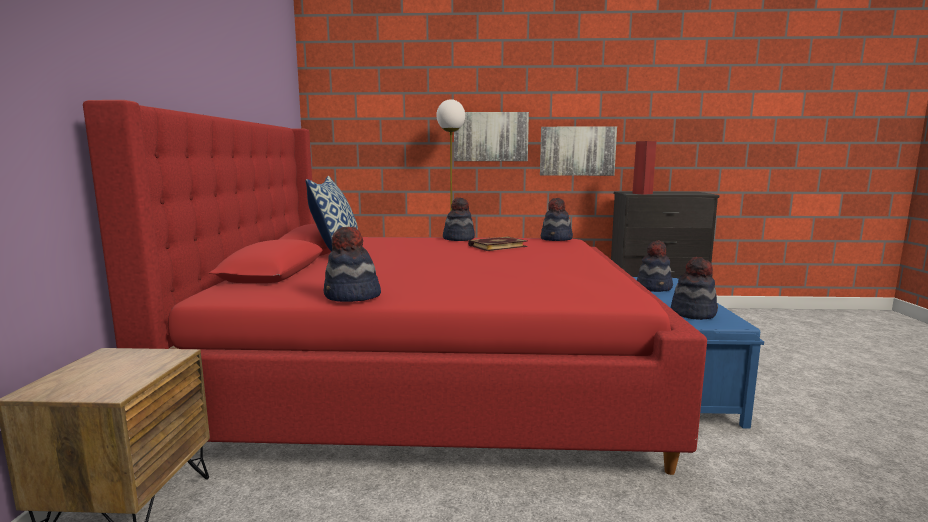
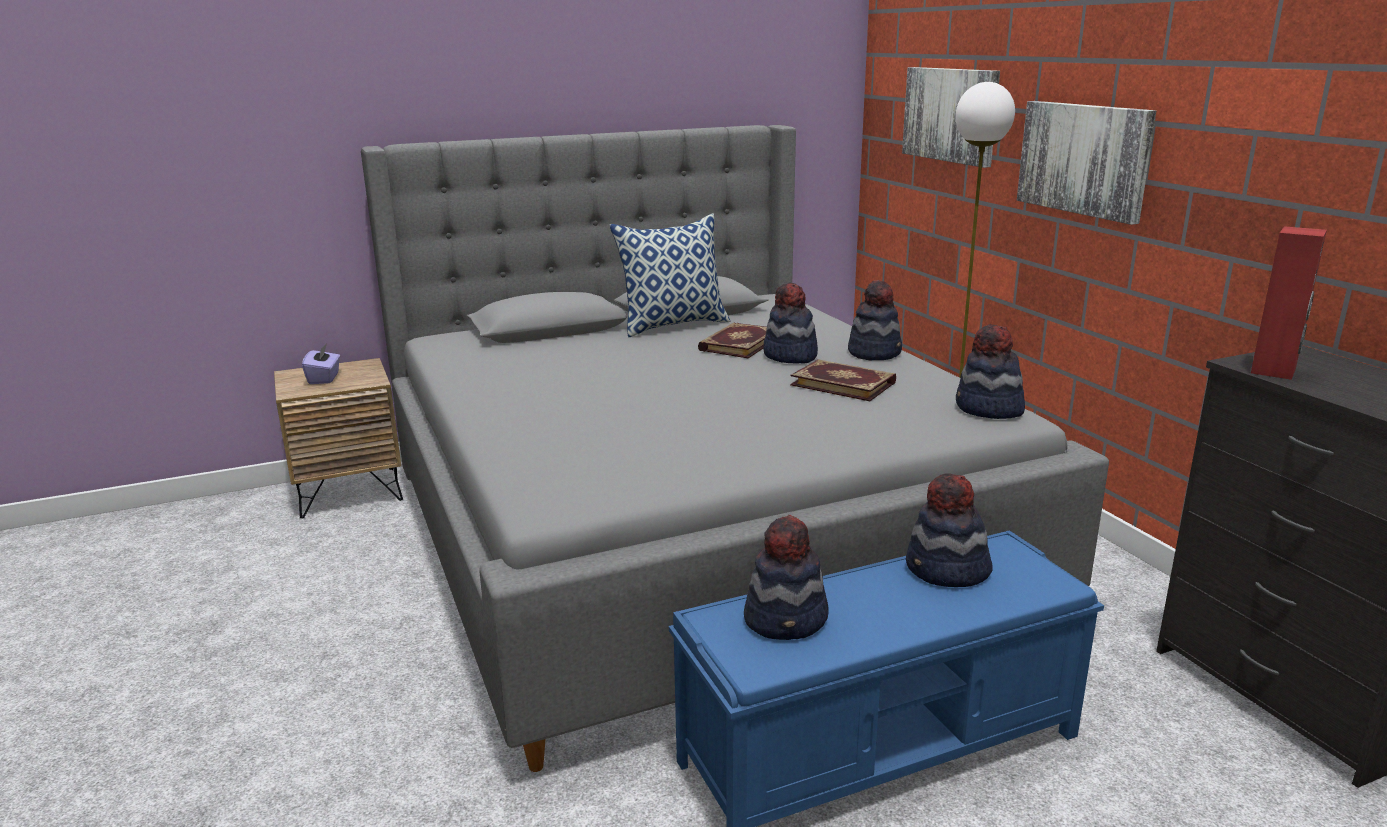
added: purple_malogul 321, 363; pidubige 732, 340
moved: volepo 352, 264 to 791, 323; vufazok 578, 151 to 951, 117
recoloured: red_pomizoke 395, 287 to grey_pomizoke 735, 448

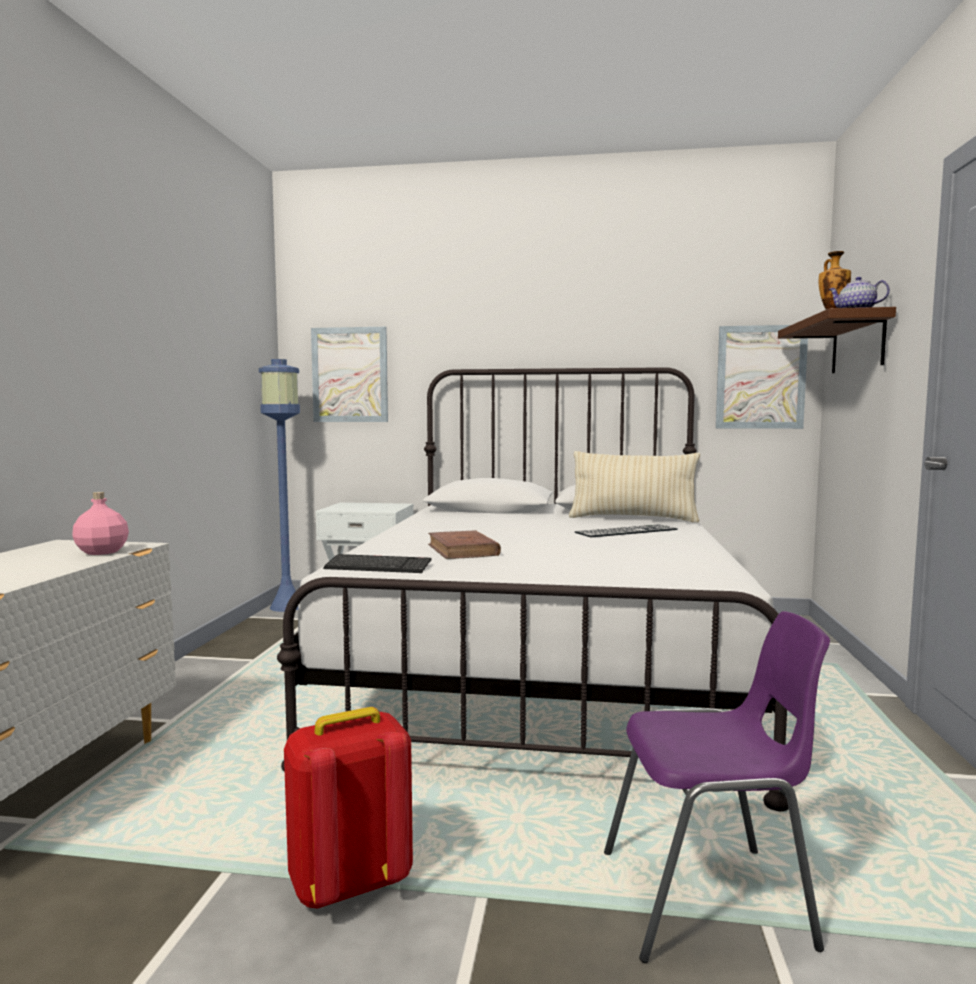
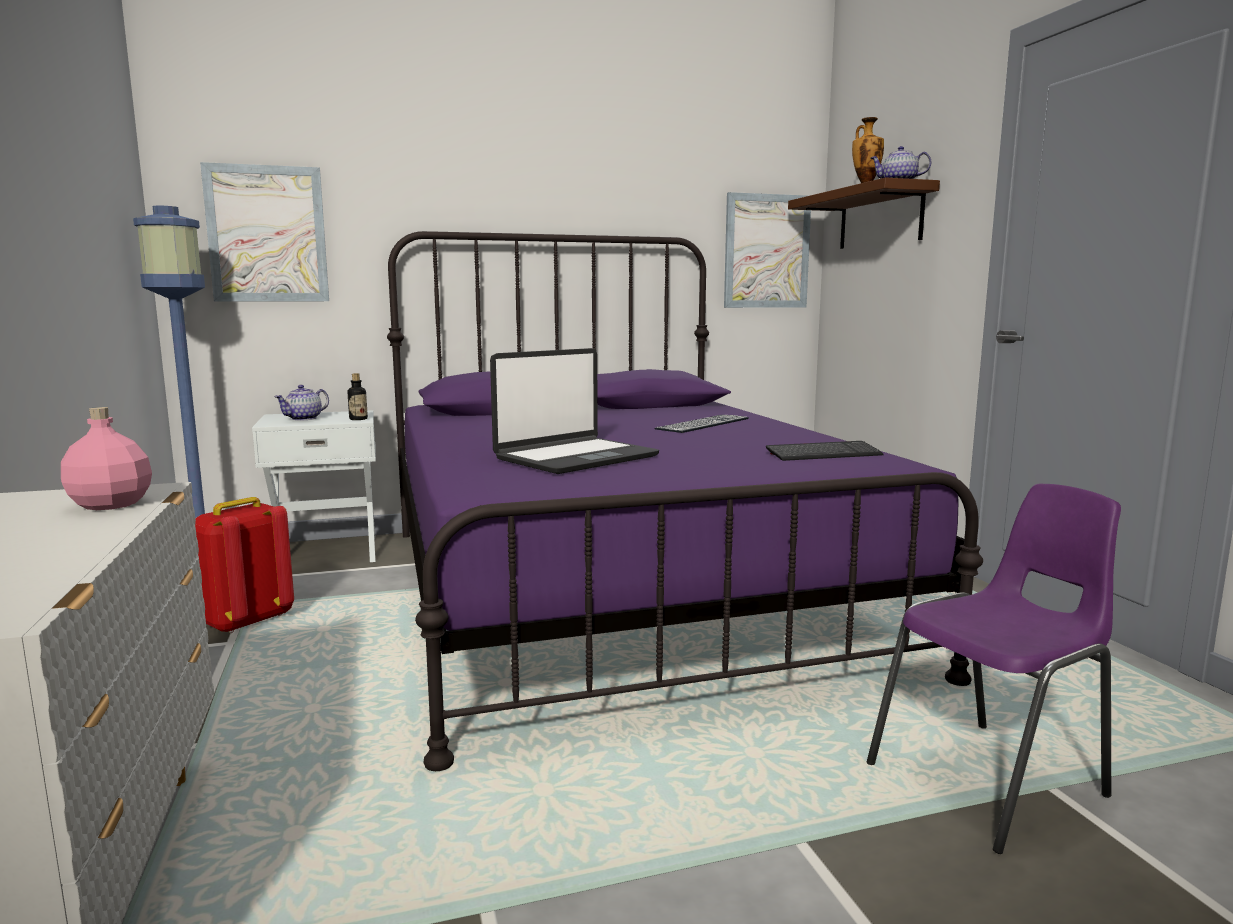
removed: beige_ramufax 634, 487
added: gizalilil 301, 402; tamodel 358, 396
moved: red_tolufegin 348, 808 to 244, 565; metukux 377, 563 to 825, 451
replaced: brown_pidubige 464, 544 to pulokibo 574, 411
recoloured: white_pomizoke 533, 589 to purple_pomizoke 685, 501

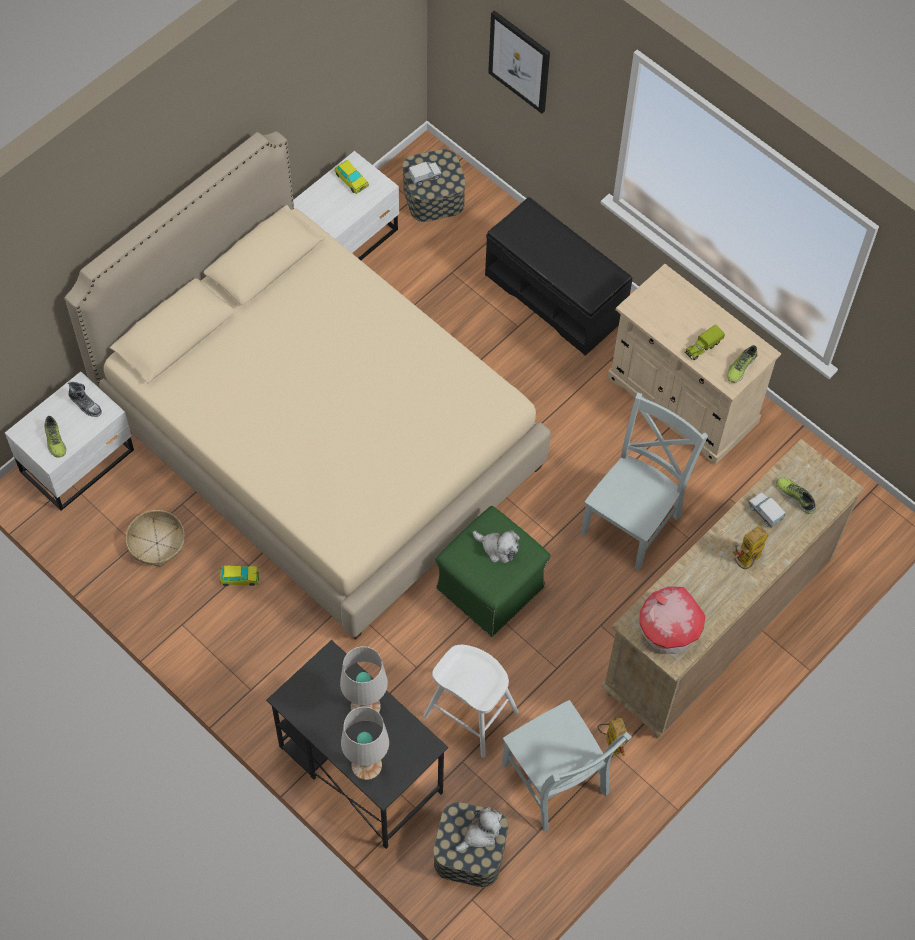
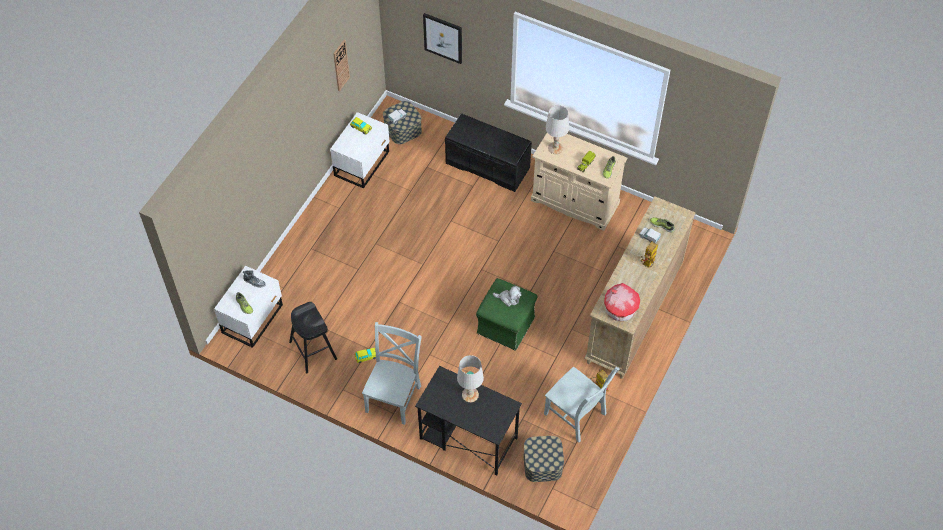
removed: beige_pomizoke 308, 385; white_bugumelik 471, 701; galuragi 478, 829
added: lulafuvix 341, 65
moved: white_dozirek 365, 743 to 557, 129; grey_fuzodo 644, 481 to 392, 373
replaced: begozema 155, 538 to black_bugumelik 313, 337

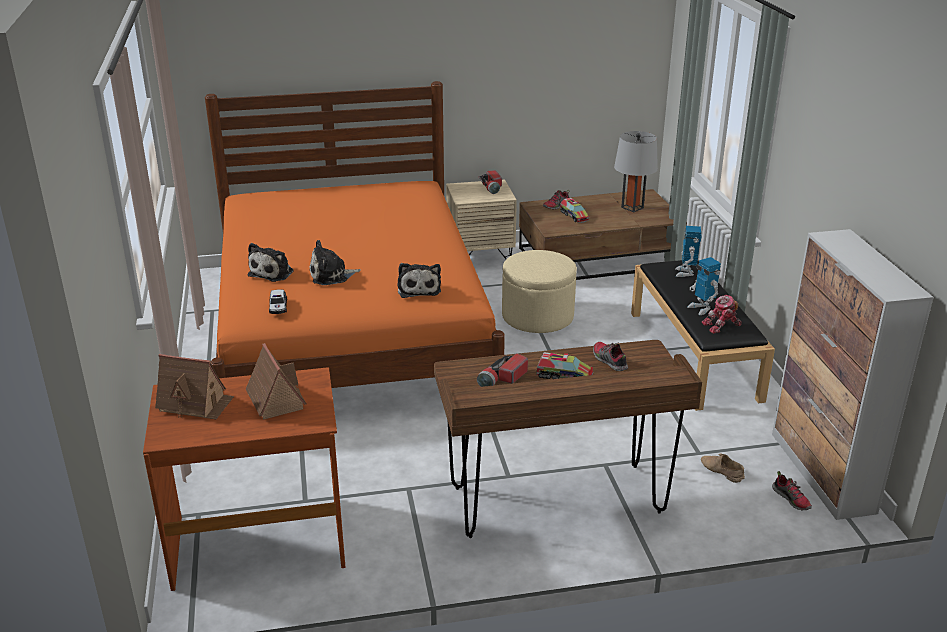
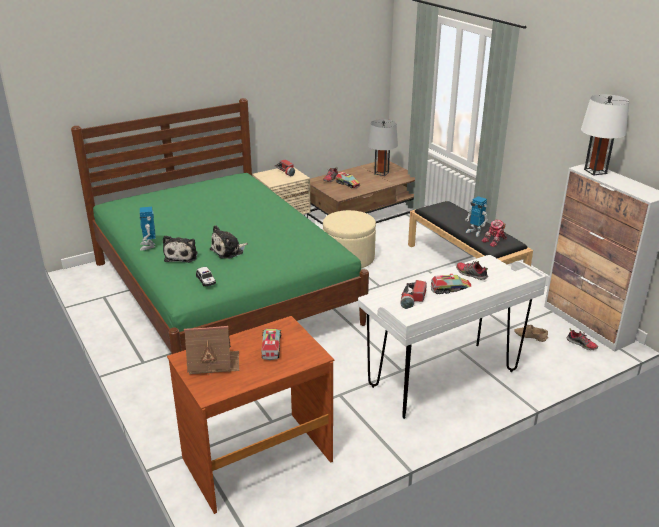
removed: galuragi 419, 280
added: white_dozirek 605, 135
moved: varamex 688, 251 to 148, 229
replaced: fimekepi 276, 381 to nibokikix 271, 344
recoloured: orange_pomizoke 355, 234 to green_pomizoke 220, 226; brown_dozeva 568, 439 to white_dozeva 452, 337

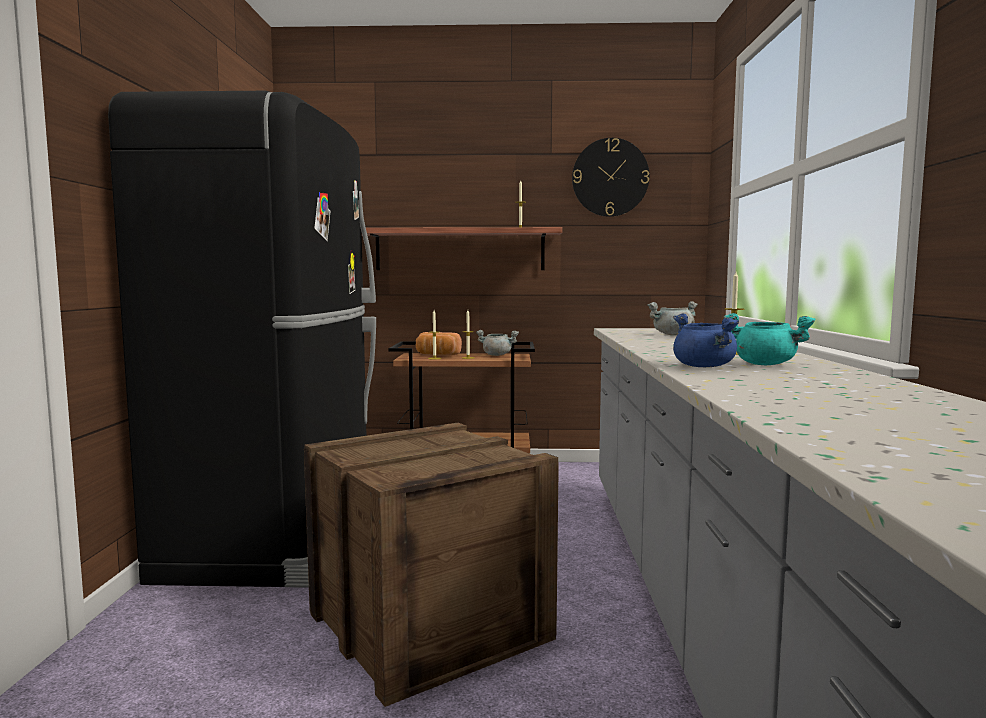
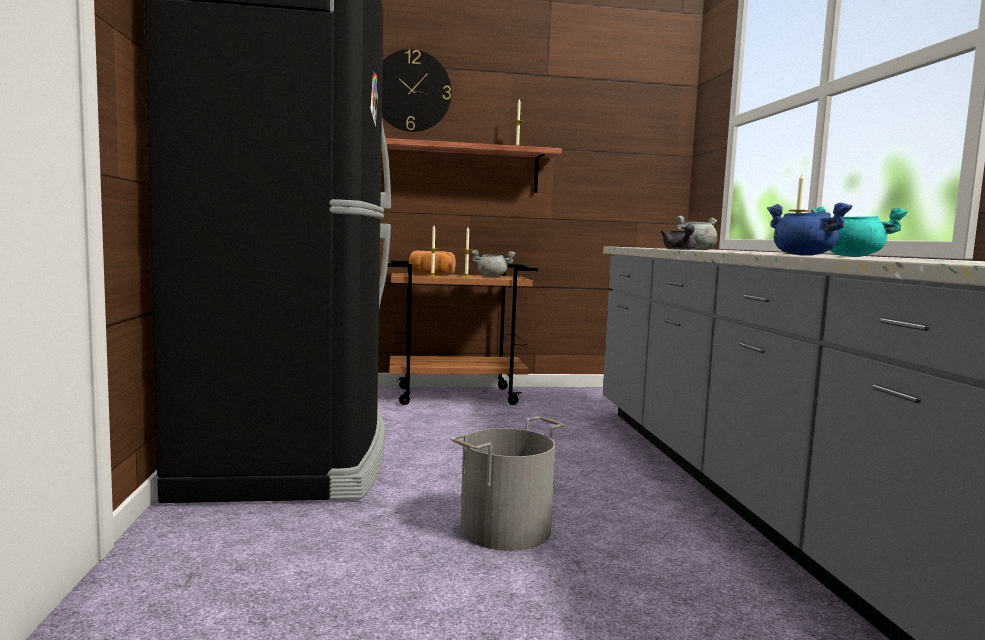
added: grey_gizalilil 678, 237
moved: lulafuvix 610, 177 to 417, 90
replaced: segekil 431, 565 to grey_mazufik 507, 483

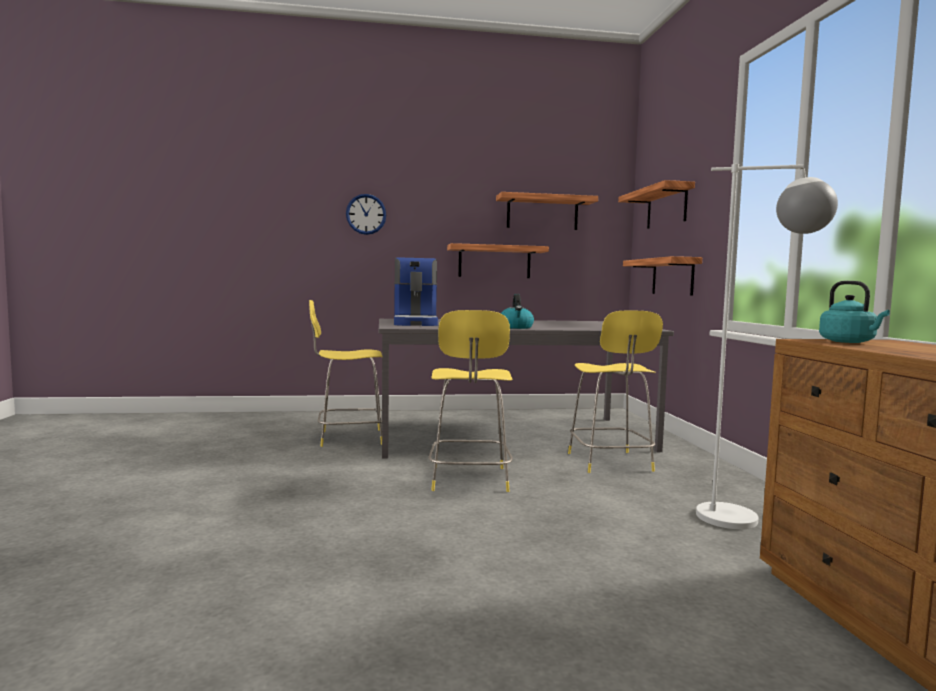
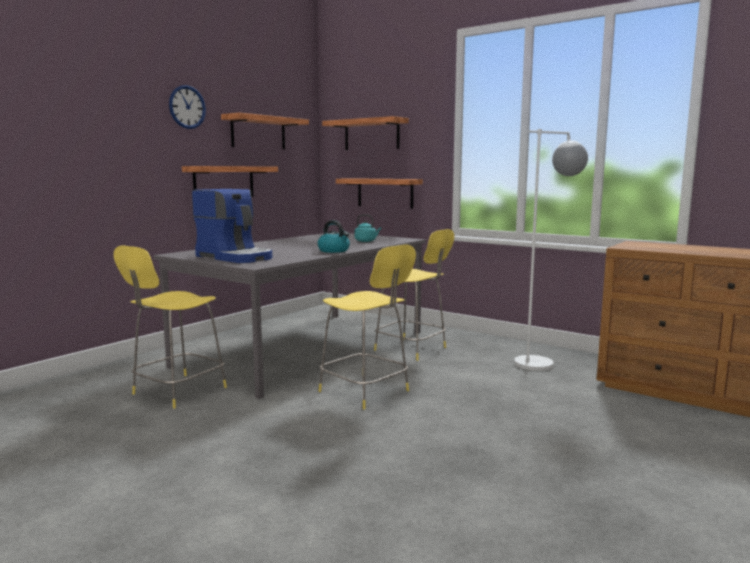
moved: lulafuvix 366, 214 to 187, 107; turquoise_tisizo 854, 312 to 368, 228

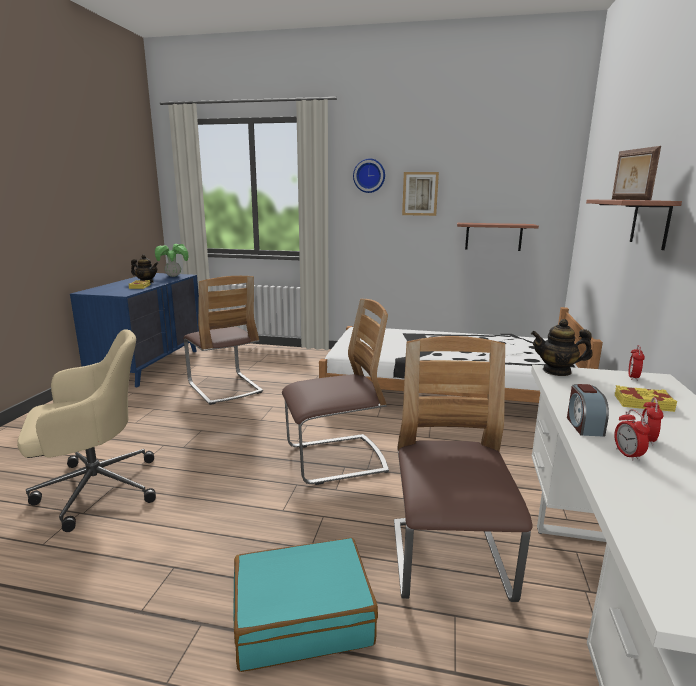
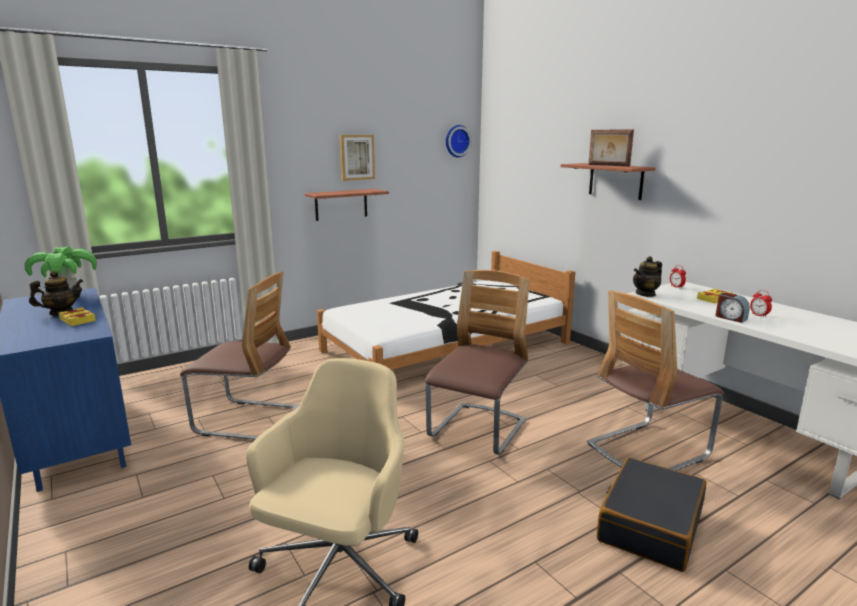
removed: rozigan 632, 435
moved: lulafuvix 369, 175 to 459, 141; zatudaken 498, 237 to 346, 205
recoloured: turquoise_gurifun 305, 604 to black_gurifun 651, 514
turned: fuzodo 463, 469 = 655, 380 75 degrees counterclockwise

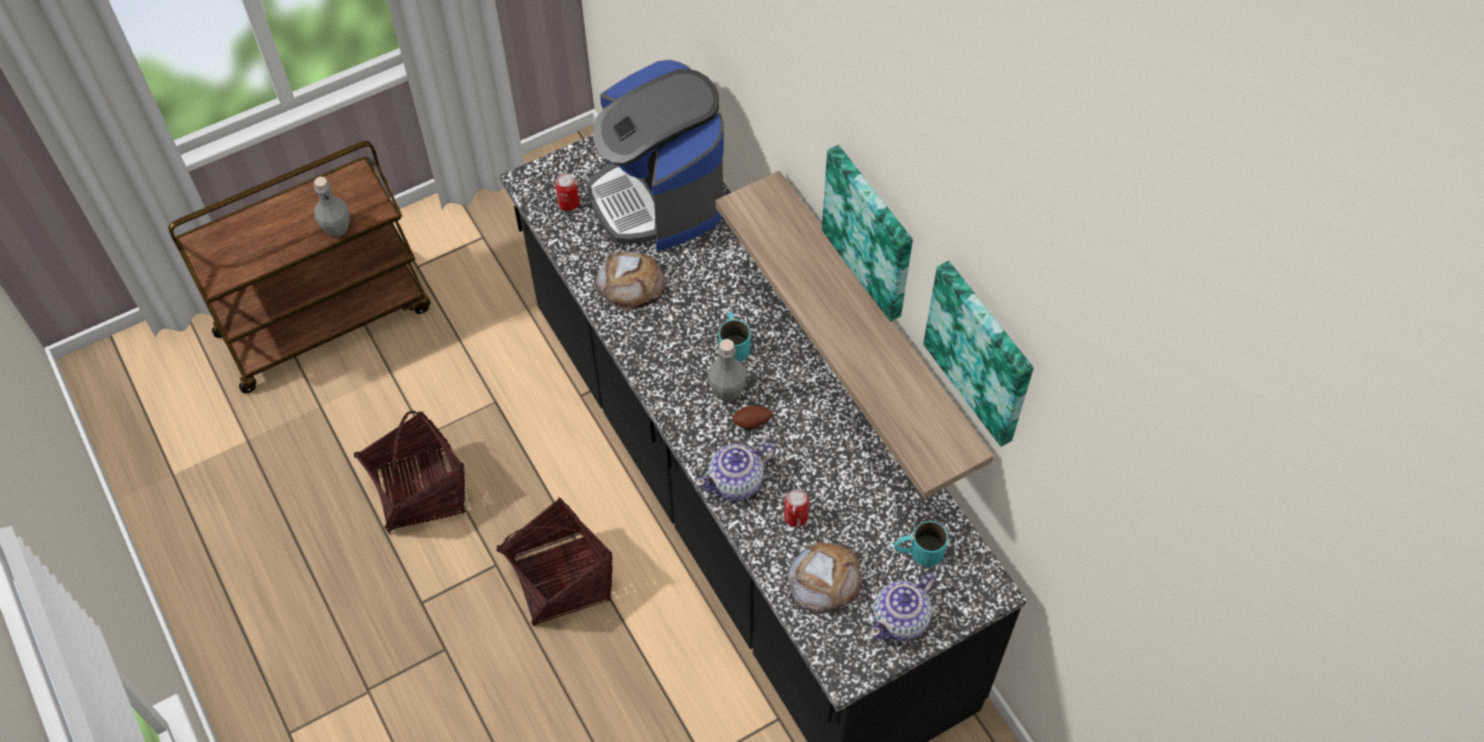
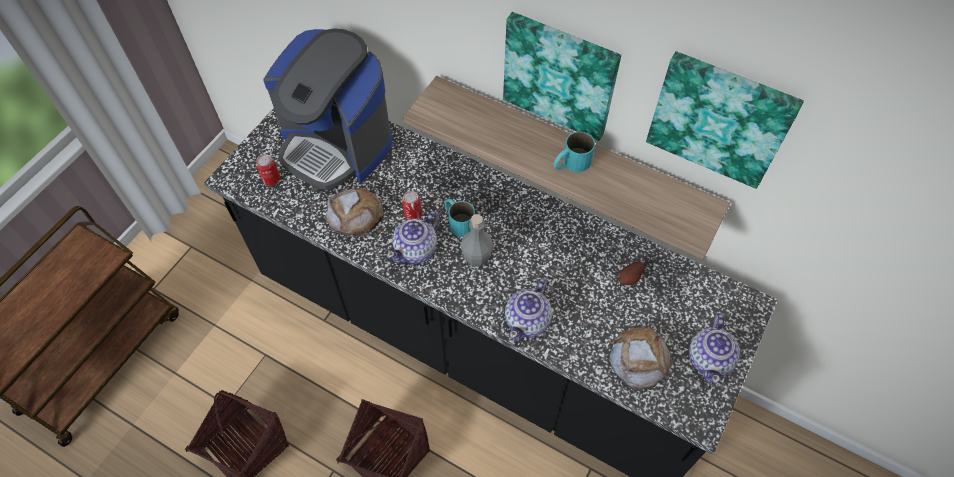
removed: grey_tamodel 332, 207
added: gizalilil 413, 237
moved: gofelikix 752, 417 to 632, 273; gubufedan 796, 508 to 412, 205; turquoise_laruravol 921, 544 to 574, 151

